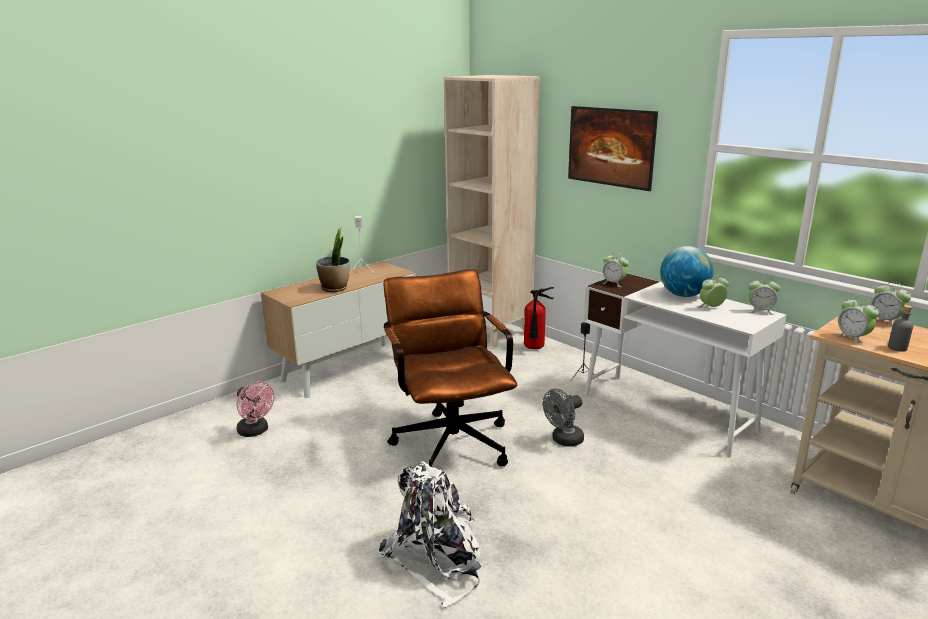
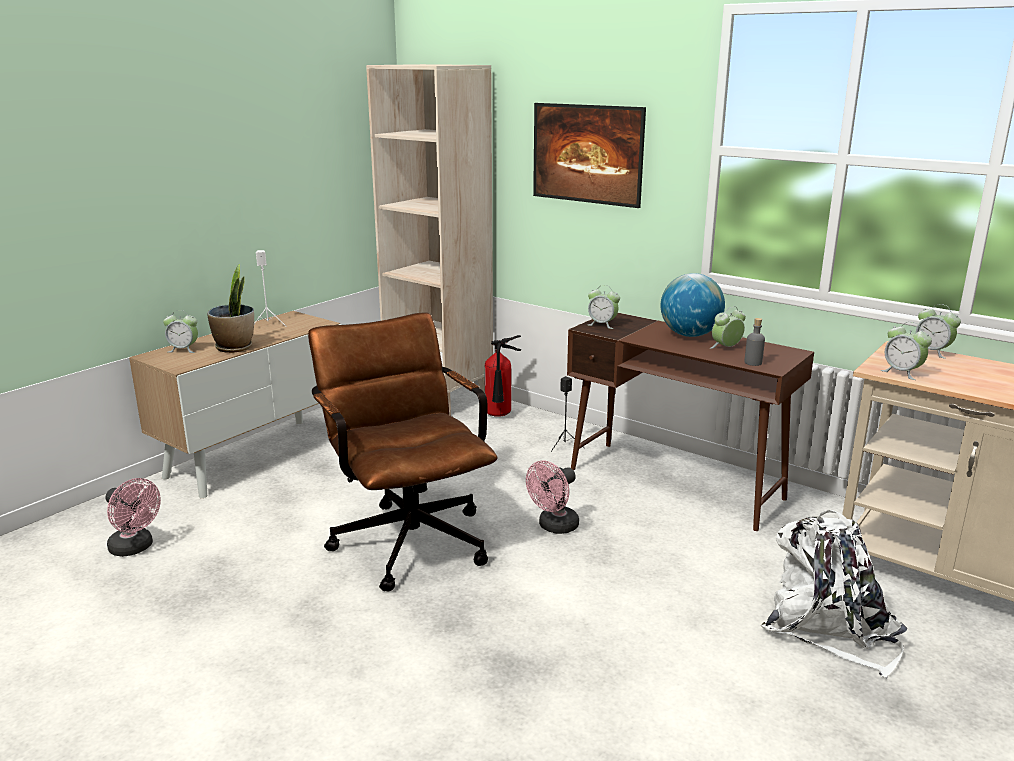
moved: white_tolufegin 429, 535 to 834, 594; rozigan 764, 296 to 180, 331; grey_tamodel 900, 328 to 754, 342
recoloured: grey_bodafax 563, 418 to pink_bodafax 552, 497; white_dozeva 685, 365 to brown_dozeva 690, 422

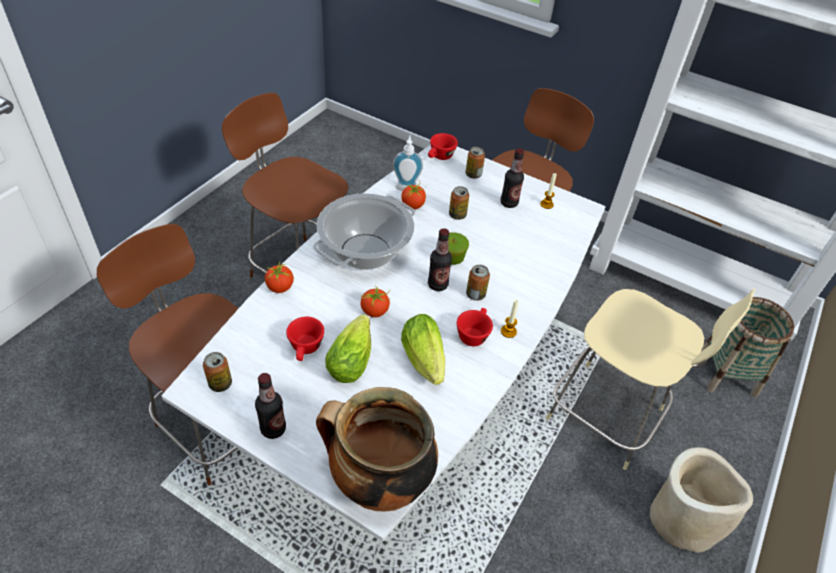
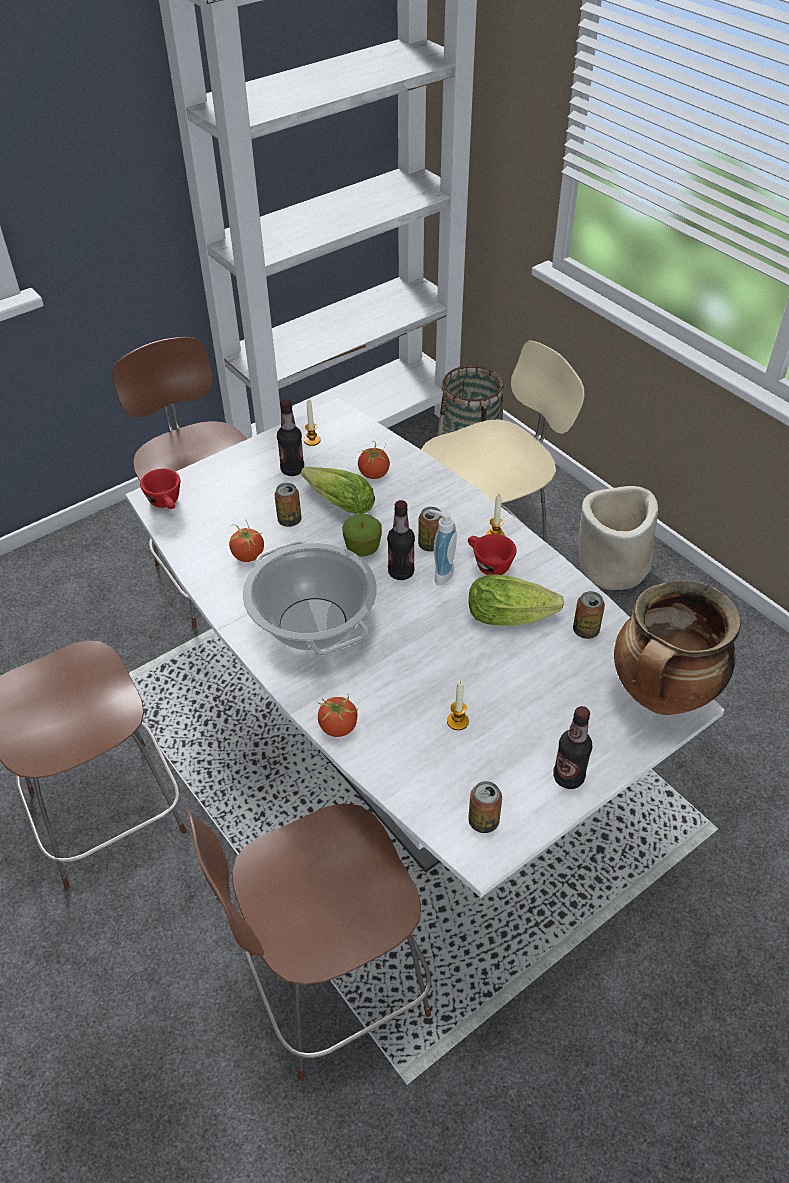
moved: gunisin 348, 348 to 338, 490; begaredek 375, 301 to 374, 460; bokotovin 408, 163 to 443, 547; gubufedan 475, 163 to 589, 615
replaced: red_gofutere 305, 339 to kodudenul 458, 705

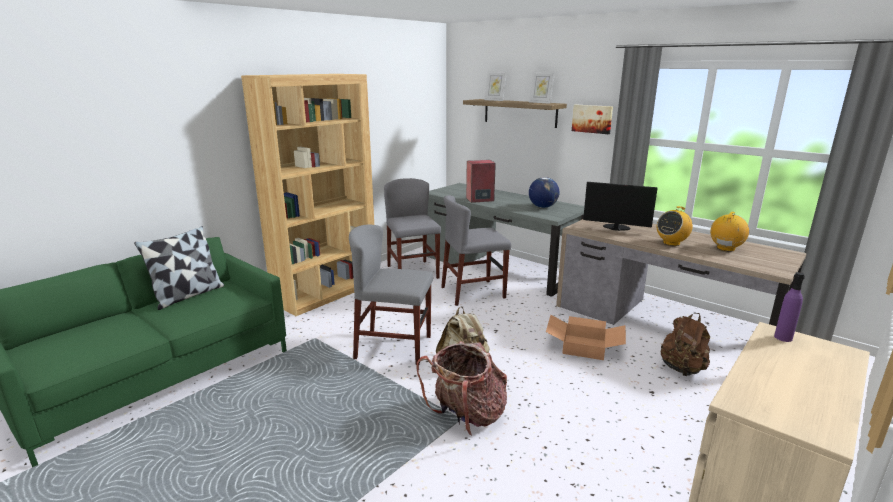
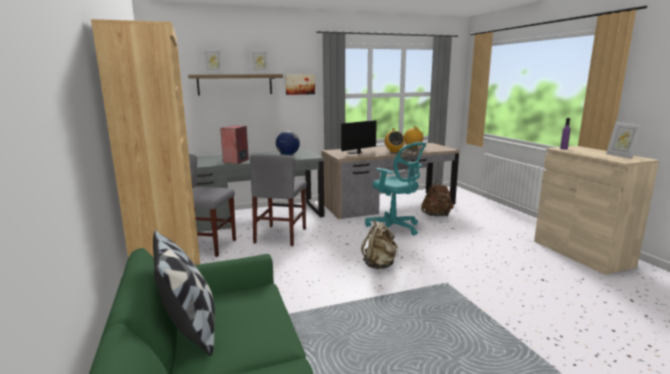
removed: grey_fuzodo 391, 294; tolufegin 461, 388
added: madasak 624, 140
replaced: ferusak 586, 337 to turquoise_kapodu 395, 188

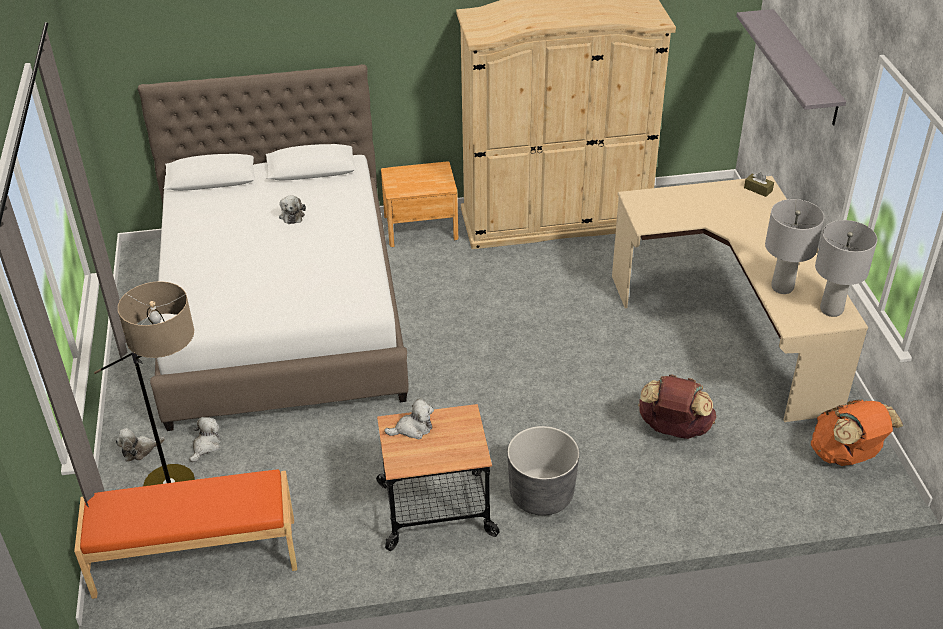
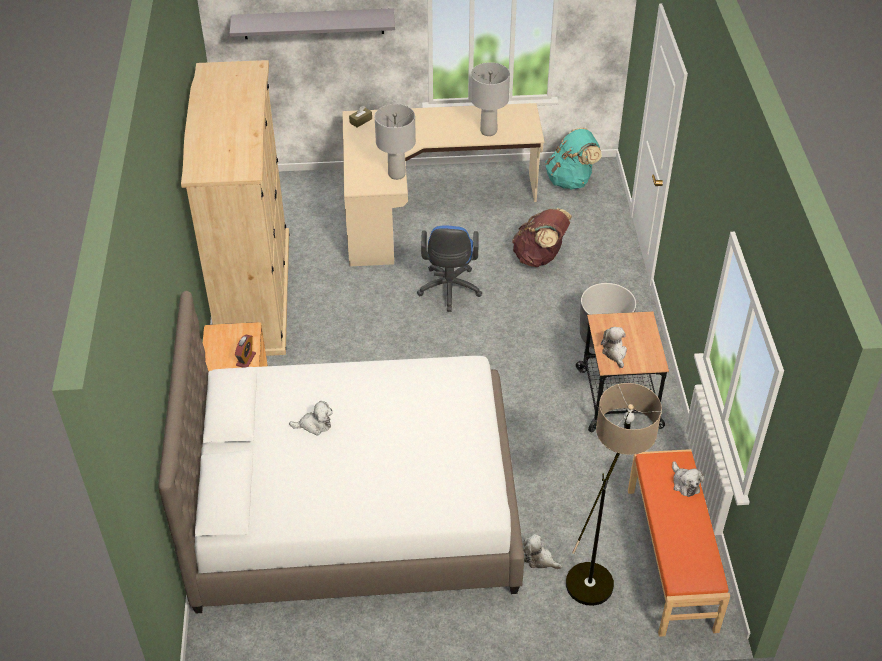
added: rozigan 245, 351; blue_kapodu 449, 268
moved: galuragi 140, 444 to 688, 479; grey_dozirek 846, 268 to 395, 142
recoloured: orange_tolufegin 857, 432 to turquoise_tolufegin 573, 159

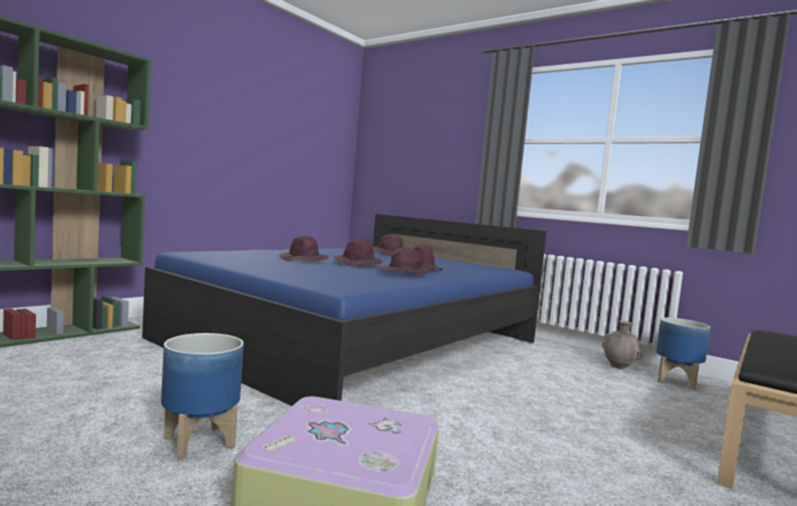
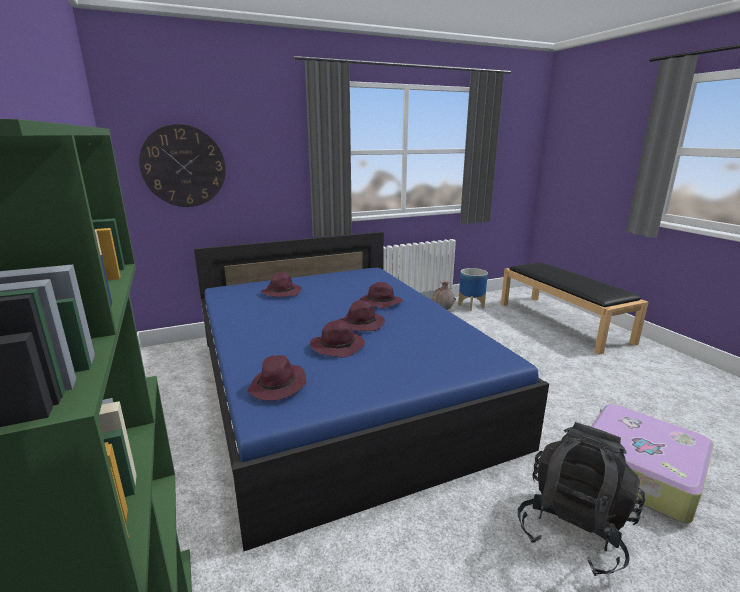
added: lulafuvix 182, 165
moved: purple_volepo 405, 261 to 276, 378
replaced: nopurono 202, 397 to black_tolufegin 581, 499

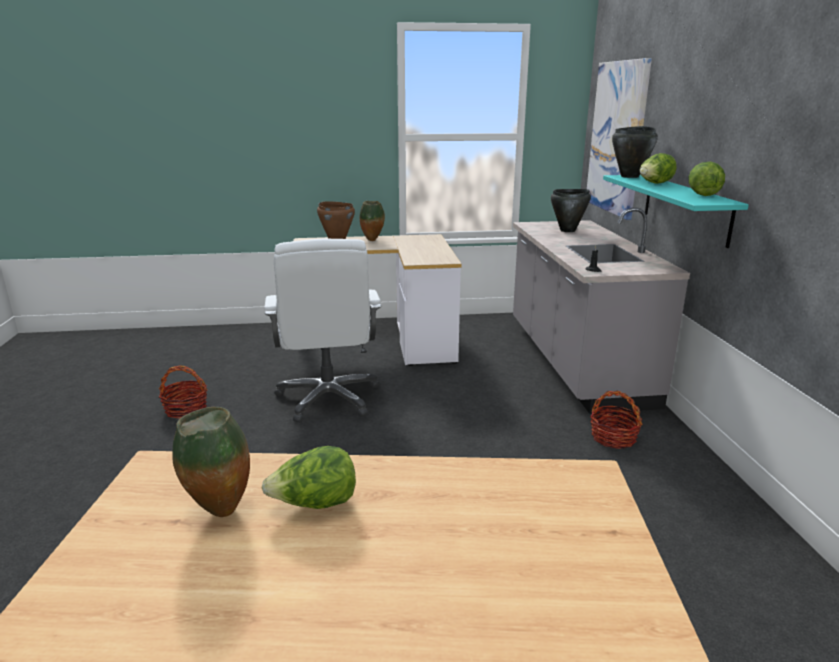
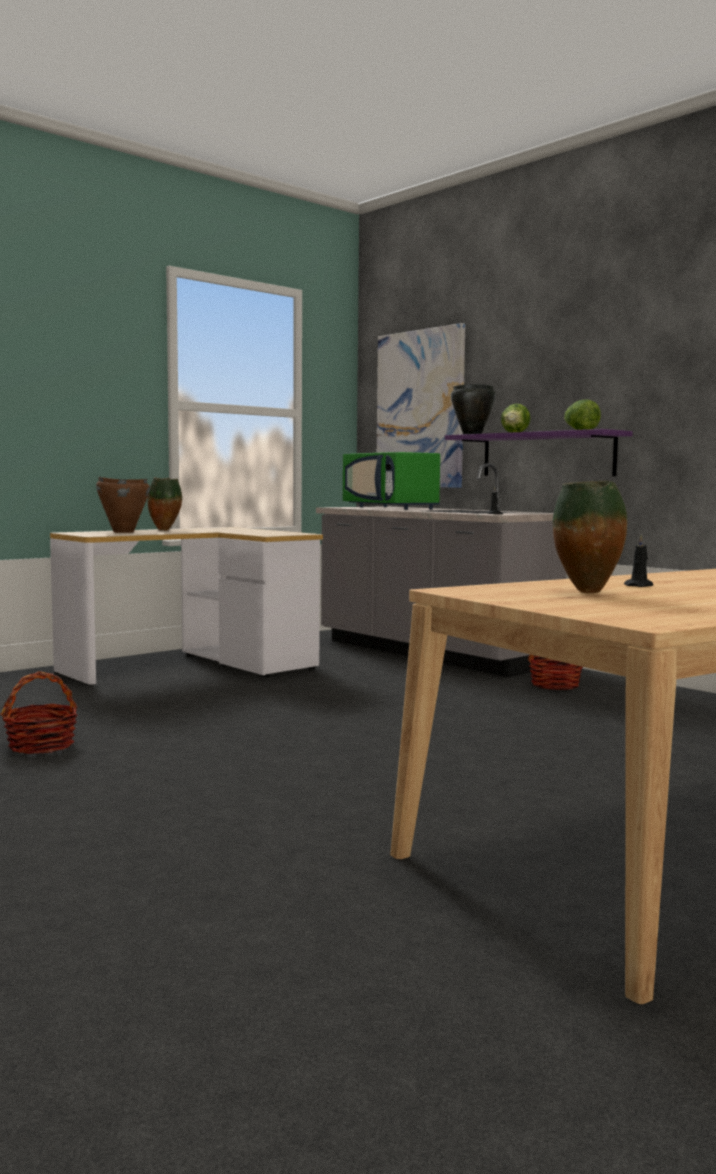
removed: white_kapodu 322, 331
replaced: gunisin 309, 477 to black_kodudenul 638, 560; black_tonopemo 571, 210 to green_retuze 391, 481
recoloured: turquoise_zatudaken 676, 211 to purple_zatudaken 539, 452

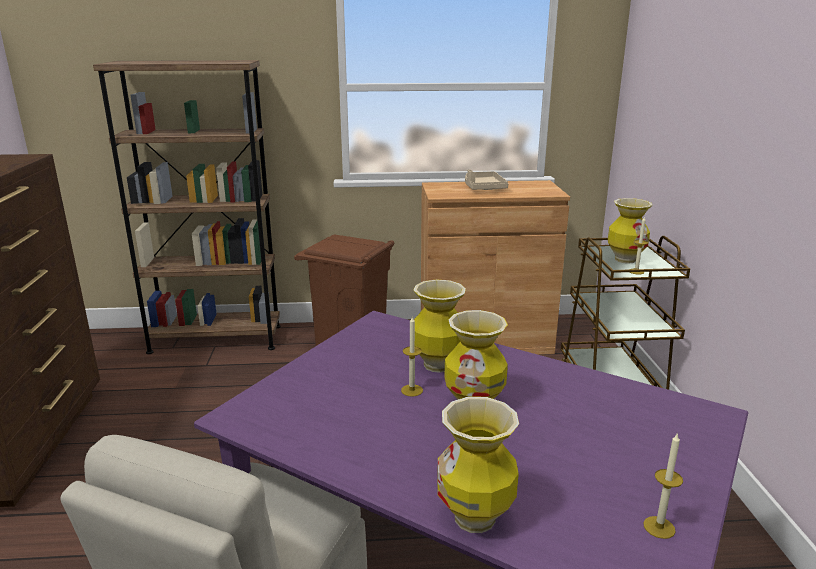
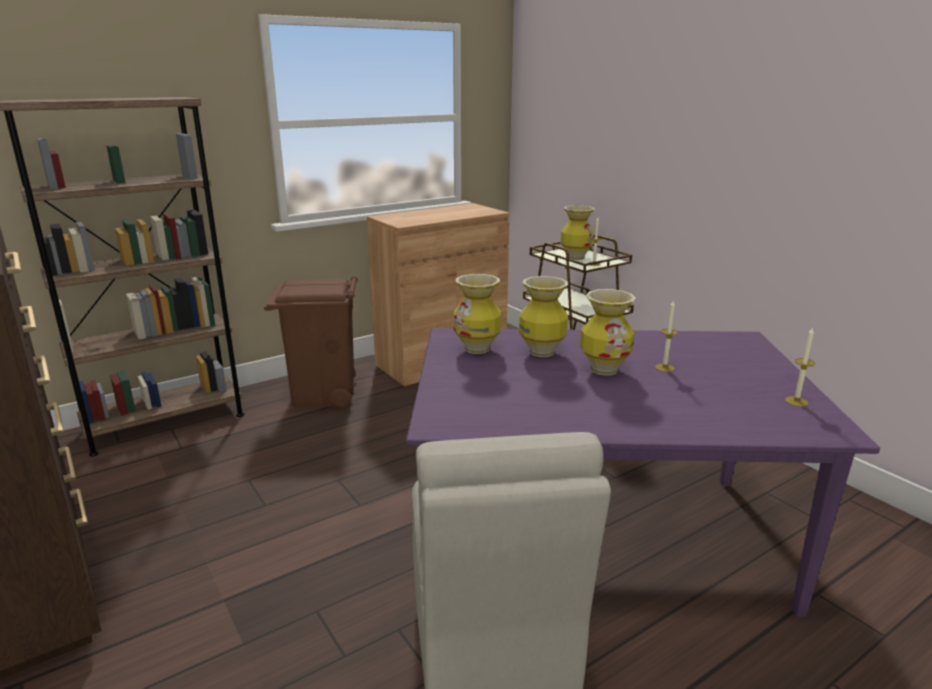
removed: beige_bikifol 486, 180
moved: kodudenul 412, 357 to 666, 336; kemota 478, 465 to 477, 314

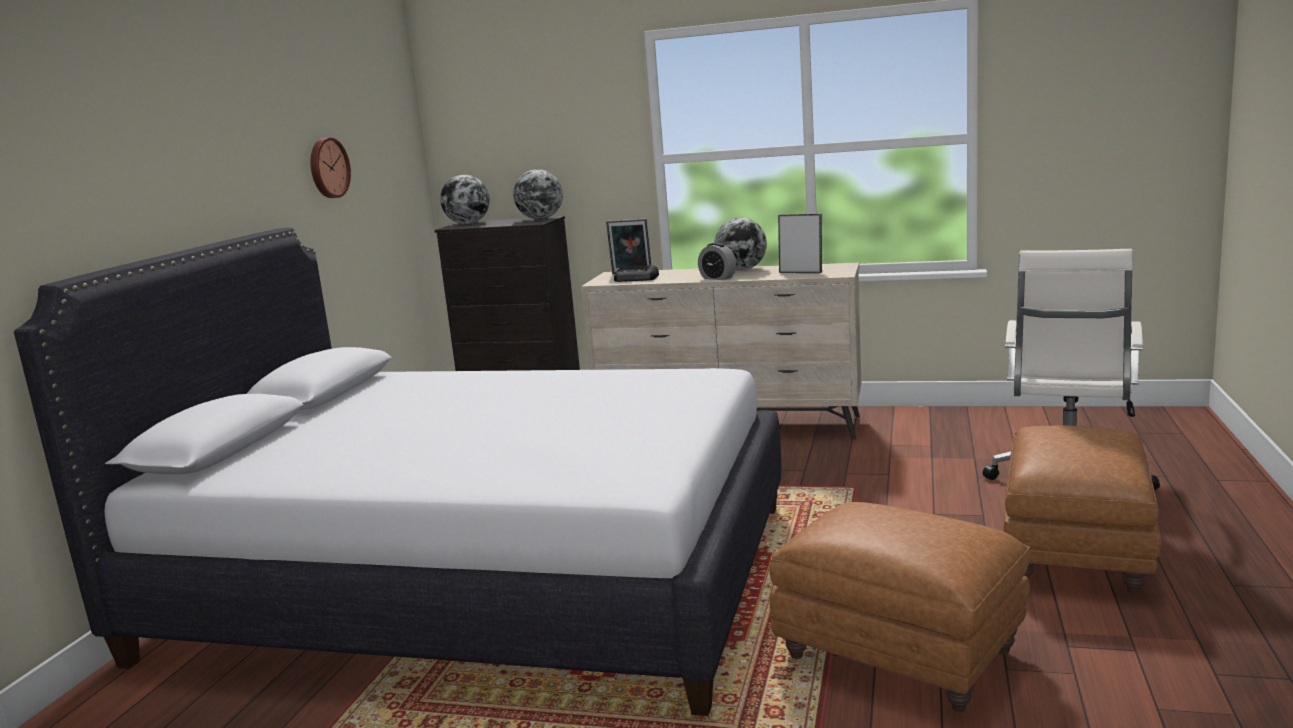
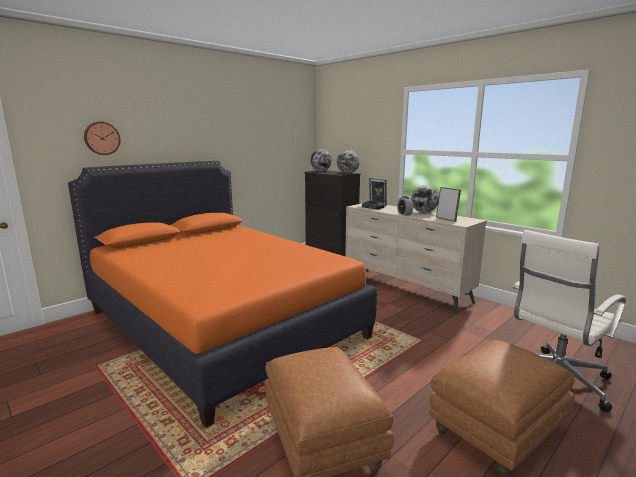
moved: lulafuvix 331, 168 to 102, 138
recoloured: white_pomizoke 397, 471 to orange_pomizoke 222, 294

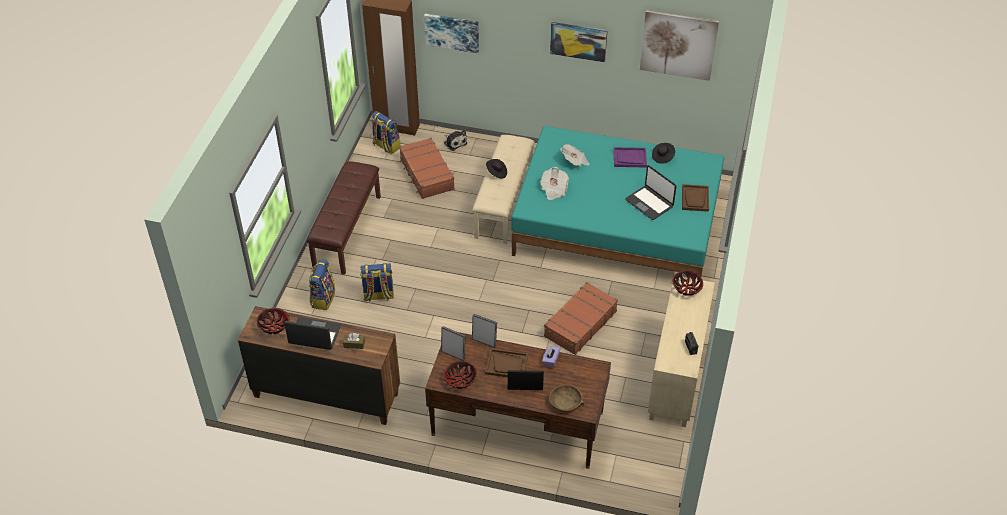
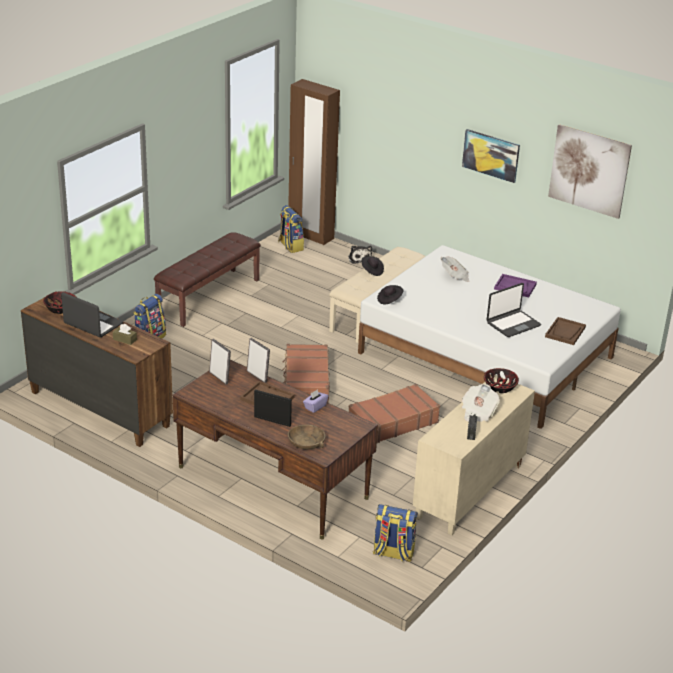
removed: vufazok 451, 33; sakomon 460, 375
moved: tolufegin 377, 282 to 395, 533; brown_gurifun 427, 168 to 306, 373; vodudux 554, 183 to 481, 403; black_volepo 663, 153 to 390, 294
recoloured: turquoise_pomizoke 617, 202 to white_pomizoke 489, 337
turned: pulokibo 651, 192 = 514, 310 105 degrees counterclockwise

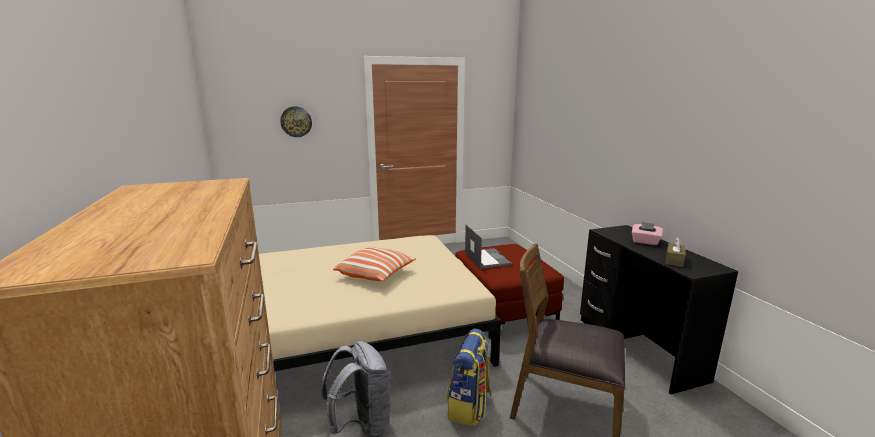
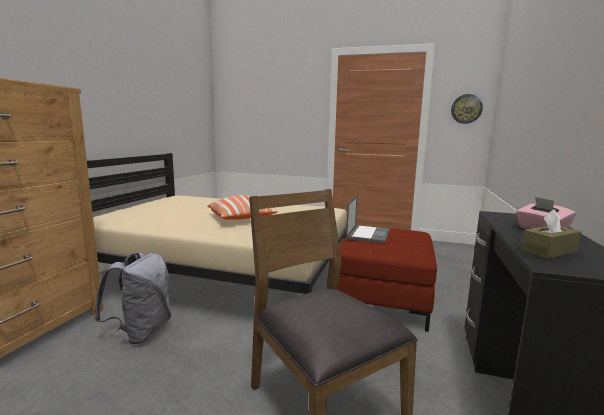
removed: tolufegin 469, 378
moved: lulafuvix 296, 121 to 467, 109

